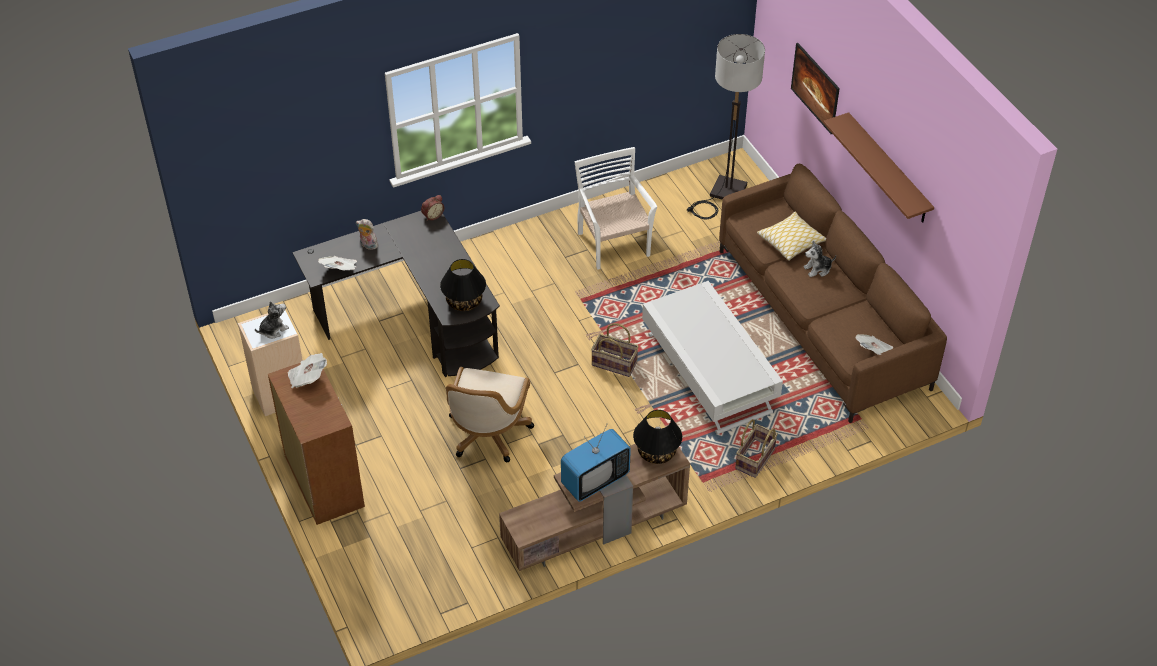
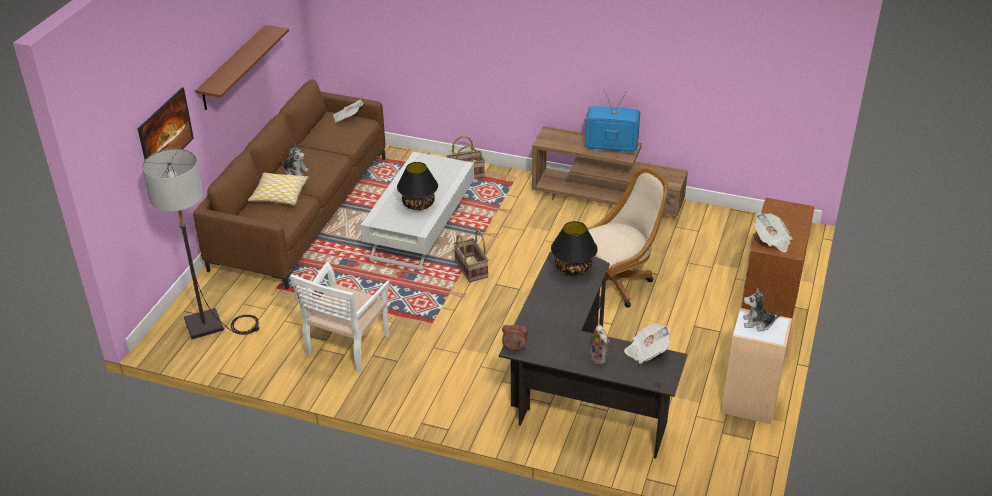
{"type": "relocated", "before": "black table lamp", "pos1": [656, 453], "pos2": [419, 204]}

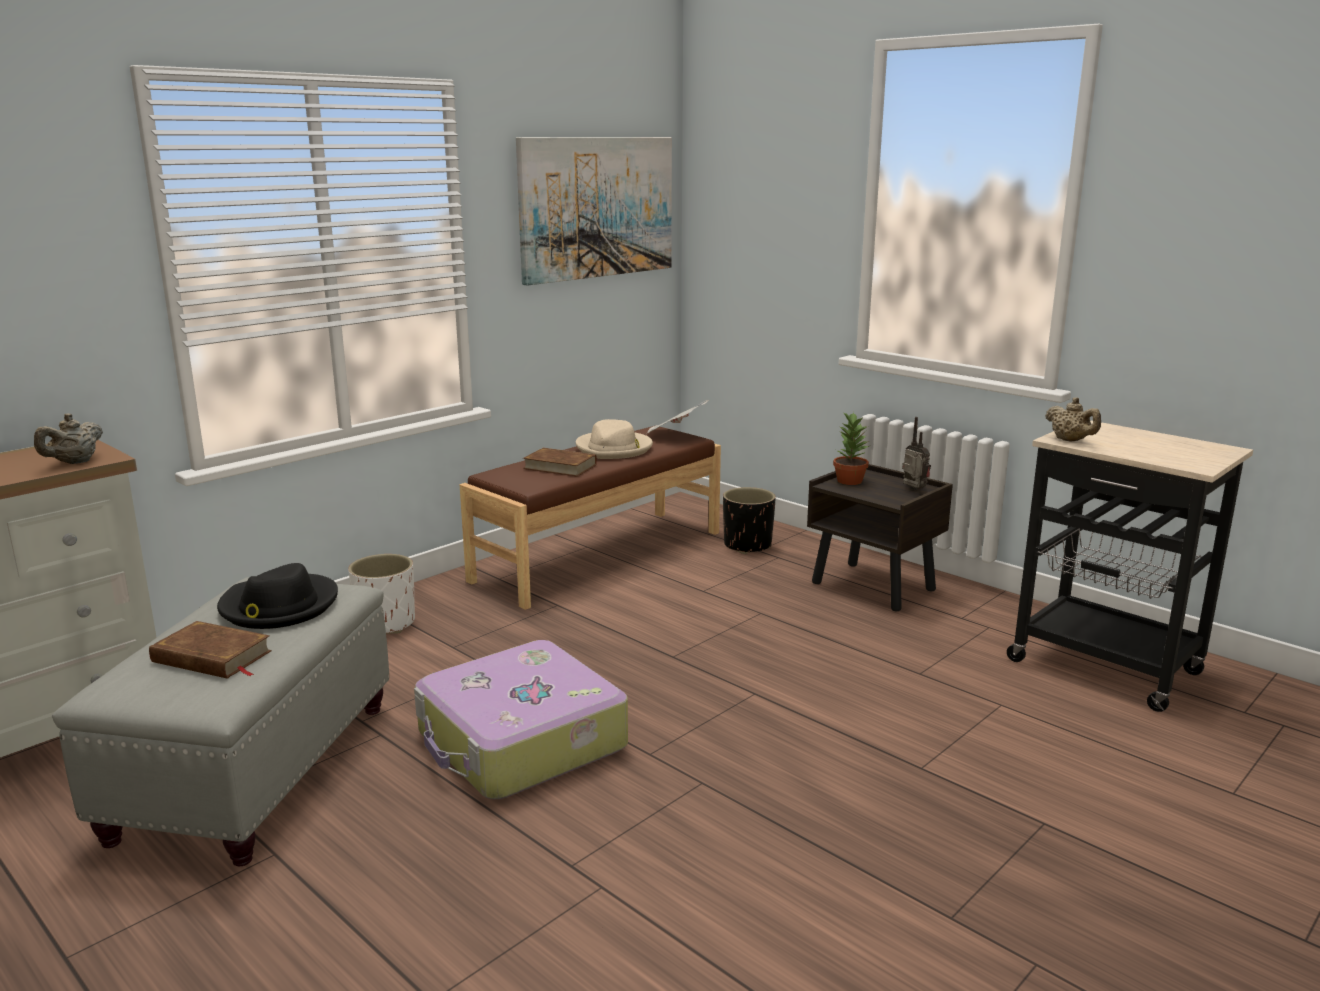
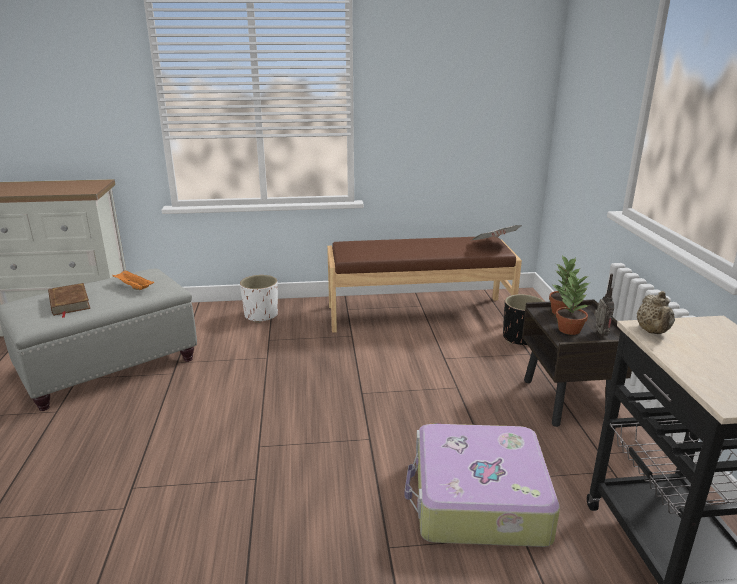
{"type": "exchanged", "before": "black hat", "after": "orange tray", "pos1": [278, 606], "pos2": [133, 287]}
{"type": "relocated", "before": "suitcase", "pos1": [520, 742], "pos2": [477, 500]}
{"type": "appeared", "after": "potted plant", "pos2": [568, 329]}
{"type": "missing", "before": "beige teapot", "pos1": [74, 462]}
{"type": "missing", "before": "picture", "pos1": [597, 207]}
{"type": "missing", "before": "brown book", "pos1": [560, 466]}
{"type": "missing", "before": "beige hat", "pos1": [614, 449]}

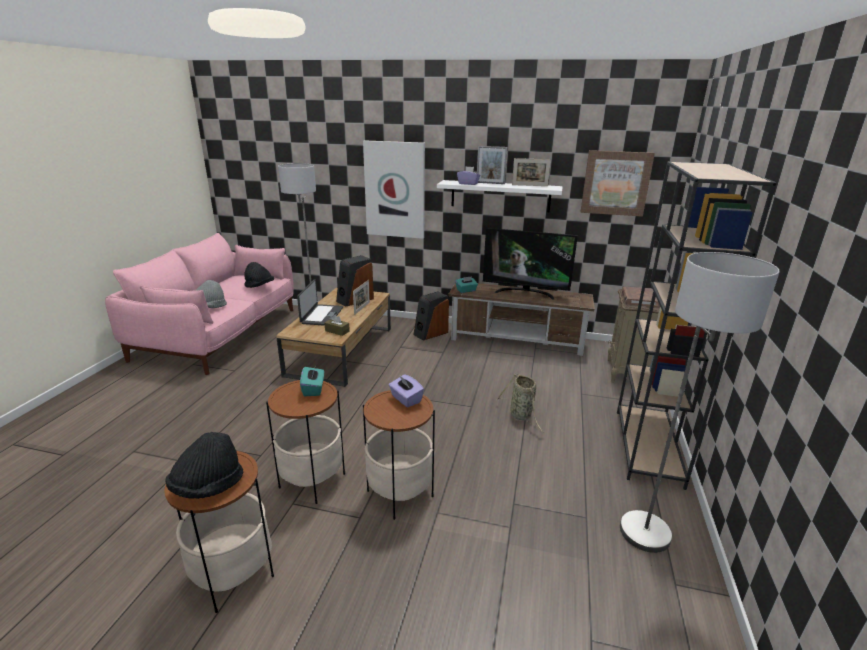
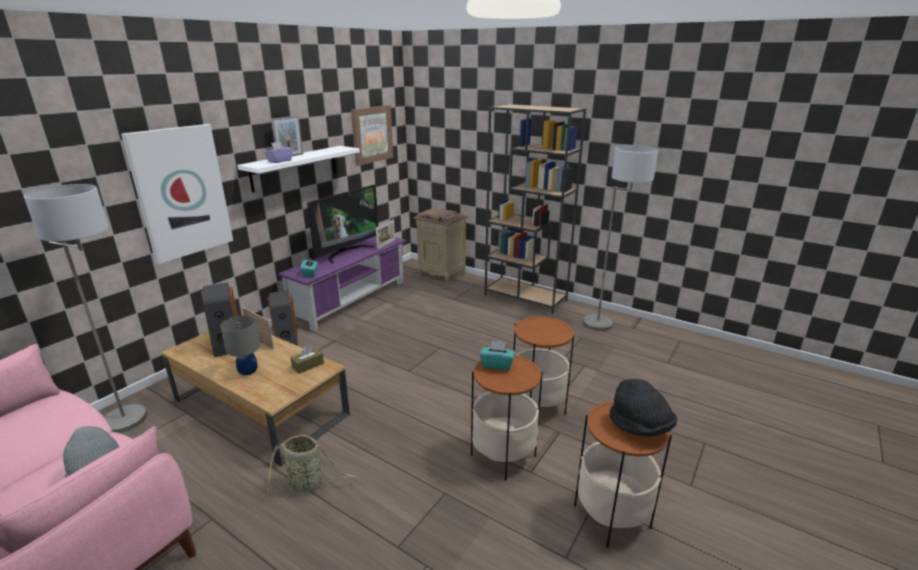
{"type": "exchanged", "before": "laptop", "after": "grey table lamp", "pos1": [321, 315], "pos2": [247, 372]}
{"type": "relocated", "before": "basket", "pos1": [521, 416], "pos2": [308, 484]}
{"type": "colour", "before": "brown tv stand", "after": "purple tv stand", "pos1": [516, 340], "pos2": [351, 301]}
{"type": "relocated", "before": "picture frame", "pos1": [529, 185], "pos2": [386, 244]}
{"type": "missing", "before": "black hat", "pos1": [259, 287]}
{"type": "missing", "before": "purple tissue box", "pos1": [406, 399]}

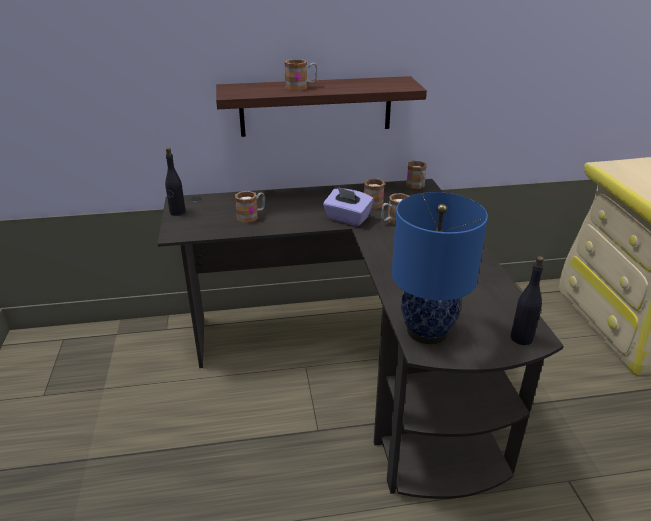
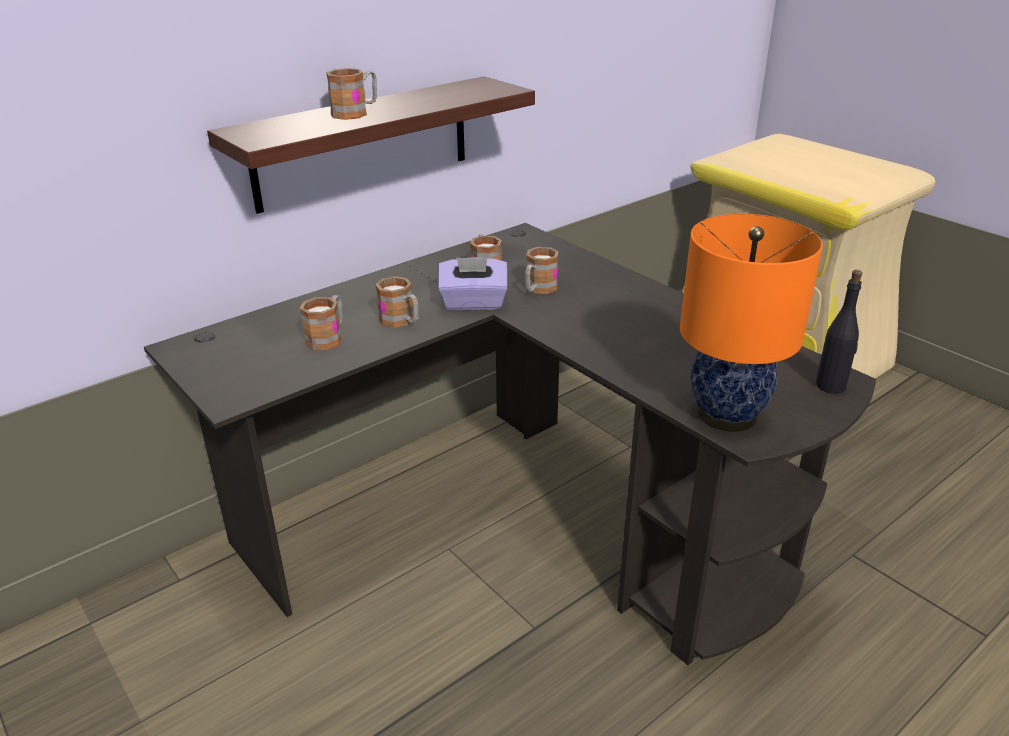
{"type": "relocated", "before": "mug", "pos1": [417, 186], "pos2": [401, 322]}
{"type": "colour", "before": "blue table lamp", "after": "orange table lamp", "pos1": [427, 331], "pos2": [727, 414]}
{"type": "missing", "before": "black bottle", "pos1": [177, 212]}

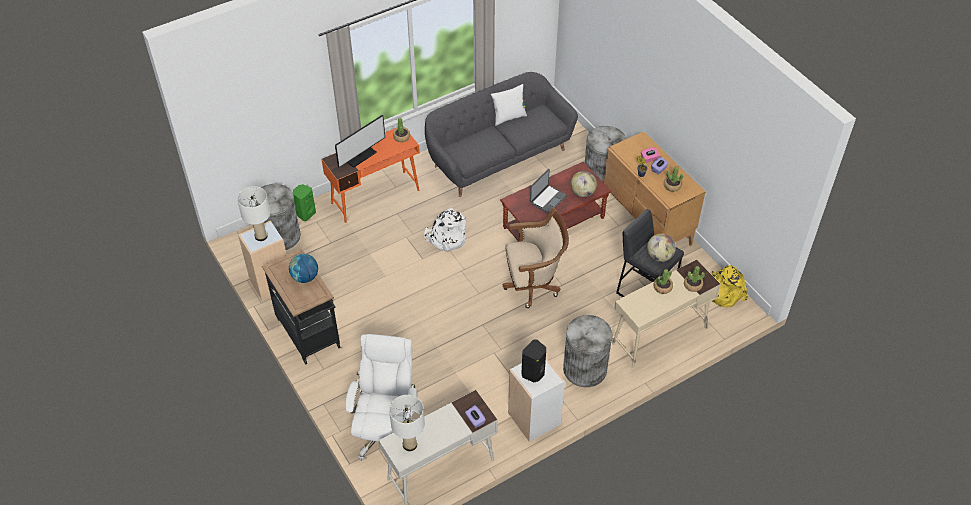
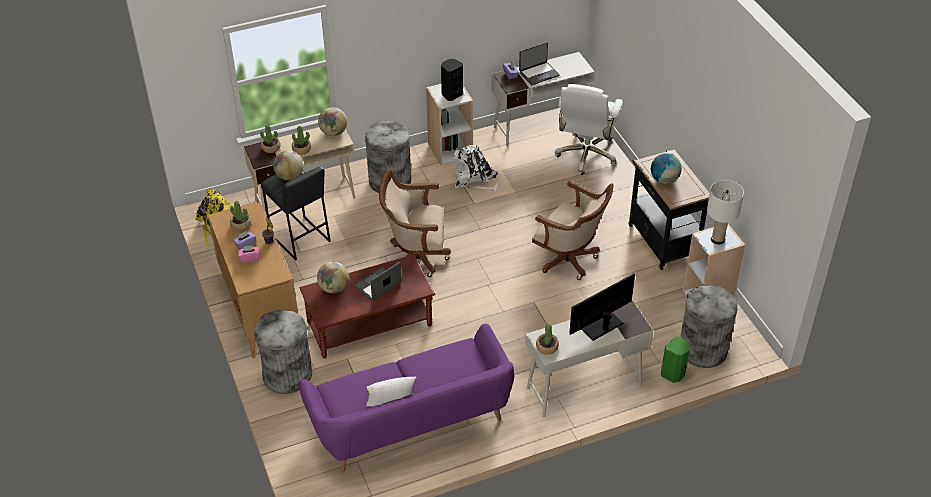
{"type": "colour", "before": "grey sofa", "after": "purple sofa", "pos1": [499, 157], "pos2": [411, 422]}
{"type": "appeared", "after": "globe", "pos2": [333, 132]}
{"type": "relocated", "before": "white backpack", "pos1": [446, 238], "pos2": [474, 179]}
{"type": "appeared", "after": "laptop", "pos2": [538, 73]}
{"type": "colour", "before": "orange desk", "after": "white desk", "pos1": [375, 196], "pos2": [583, 386]}
{"type": "appeared", "after": "office chair", "pos2": [569, 261]}
{"type": "missing", "before": "white table lamp", "pos1": [410, 444]}

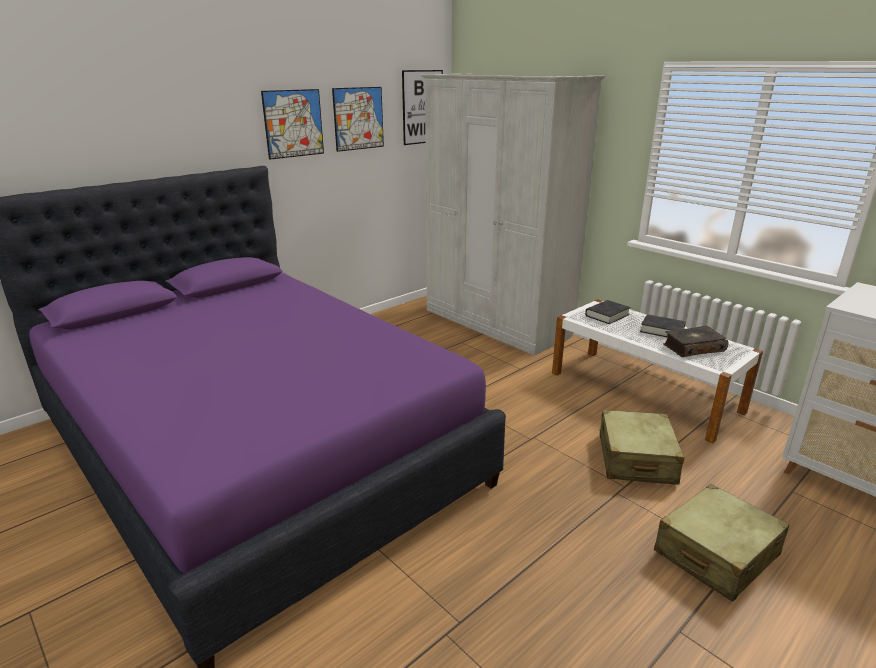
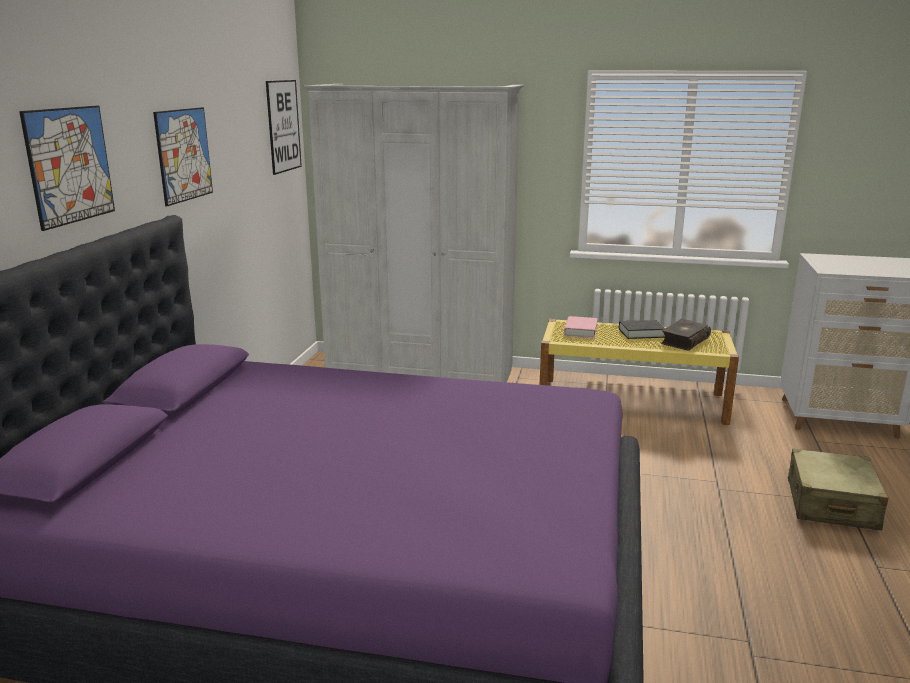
{"type": "relocated", "before": "picture", "pos1": [358, 118], "pos2": [70, 165]}
{"type": "colour", "before": "white bench", "after": "yellow bench", "pos1": [644, 391], "pos2": [632, 400]}
{"type": "colour", "before": "black book", "after": "pink book", "pos1": [607, 315], "pos2": [580, 331]}
{"type": "missing", "before": "beige suitcase", "pos1": [636, 459]}

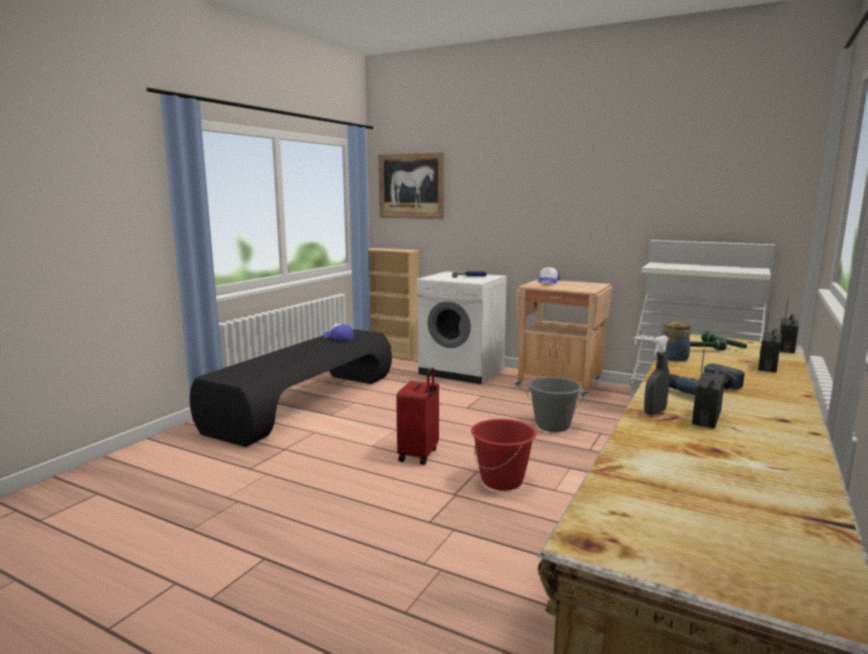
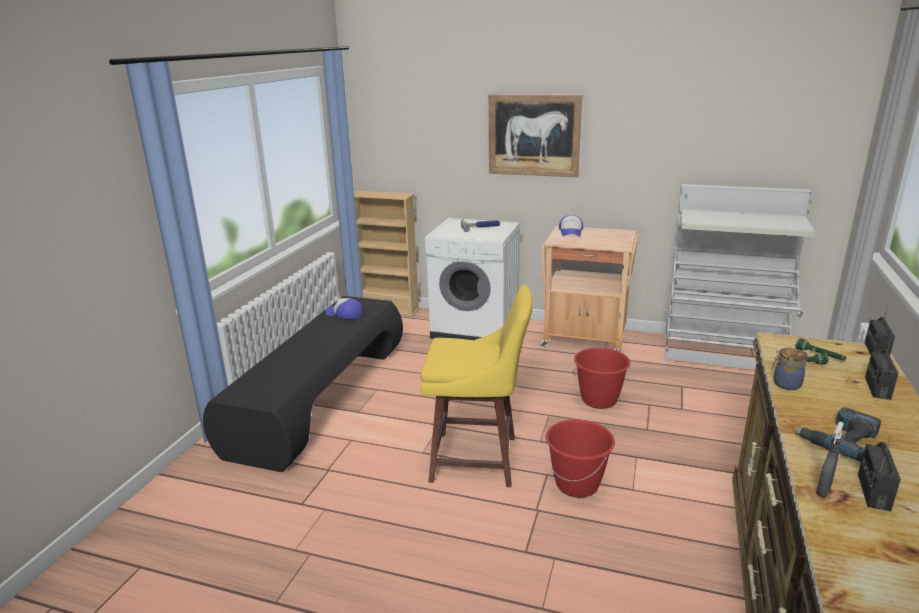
{"type": "exchanged", "before": "red suitcase", "after": "yellow stool", "pos1": [419, 455], "pos2": [479, 459]}
{"type": "relocated", "before": "picture", "pos1": [411, 186], "pos2": [534, 135]}
{"type": "colour", "before": "grey bucket", "after": "red bucket", "pos1": [552, 426], "pos2": [599, 400]}

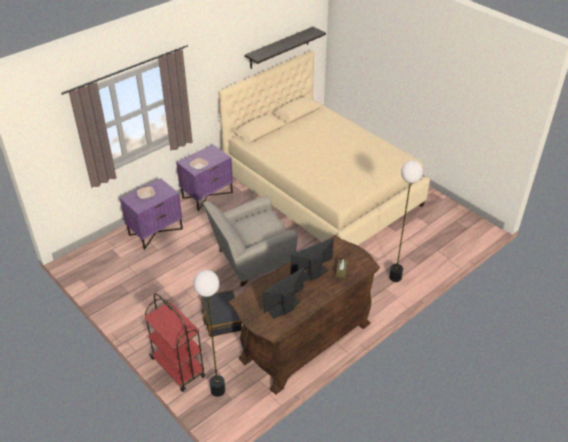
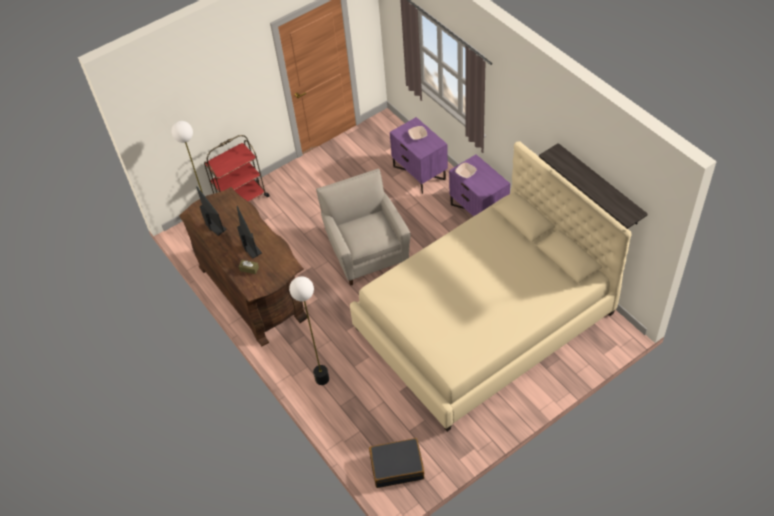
{"type": "relocated", "before": "black suitcase", "pos1": [221, 318], "pos2": [397, 466]}

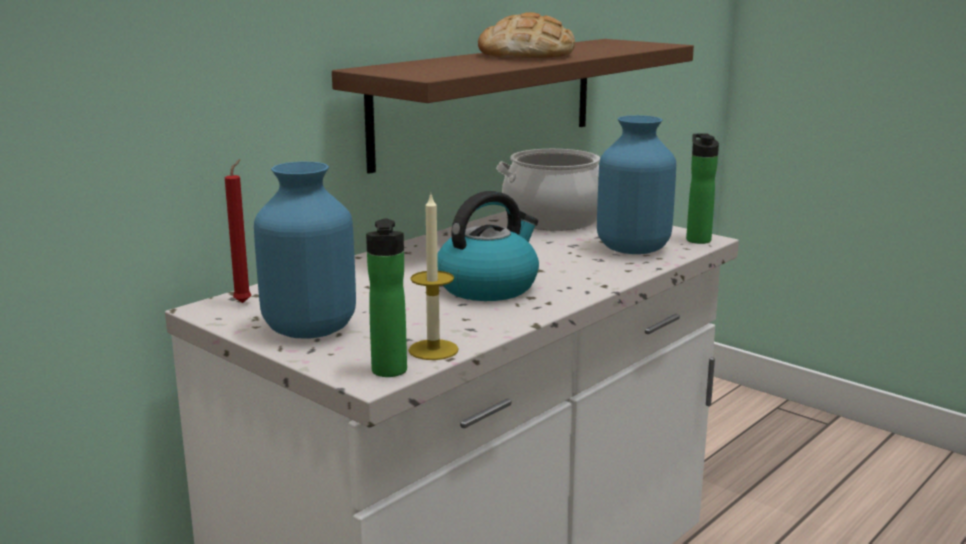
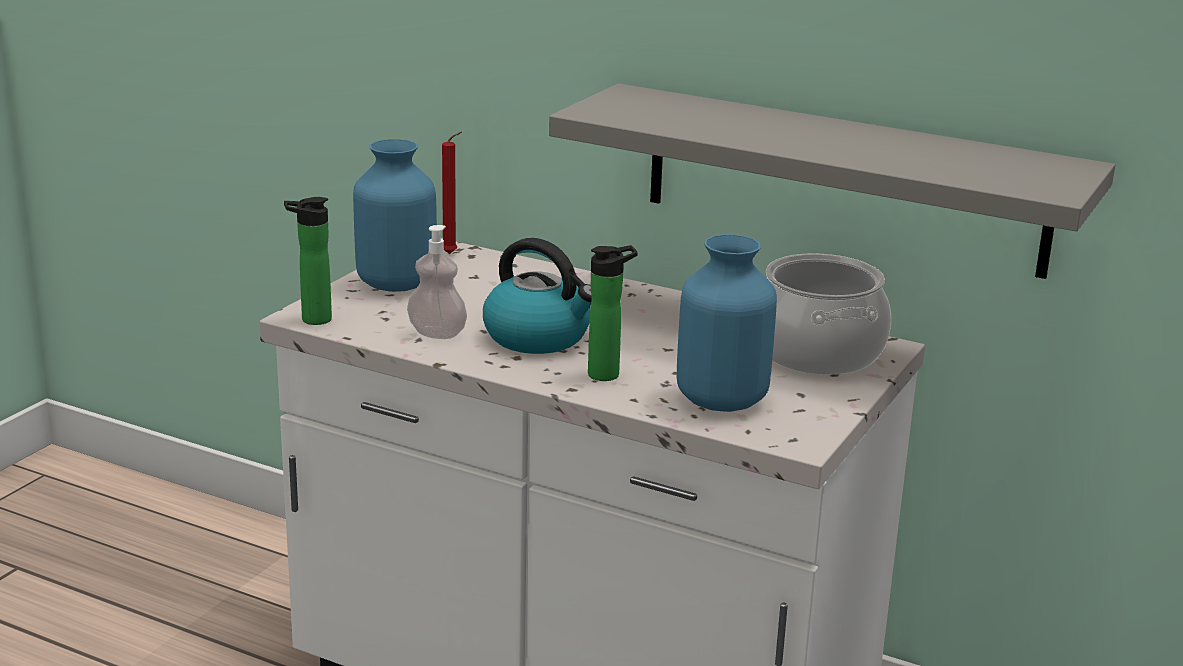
{"type": "appeared", "after": "soap dispenser", "pos2": [437, 333]}
{"type": "colour", "before": "brown shelf", "after": "grey shelf", "pos1": [487, 100], "pos2": [844, 179]}
{"type": "relocated", "before": "bottle", "pos1": [697, 239], "pos2": [608, 374]}
{"type": "missing", "before": "candle", "pos1": [433, 350]}
{"type": "missing", "before": "bread", "pos1": [526, 55]}

